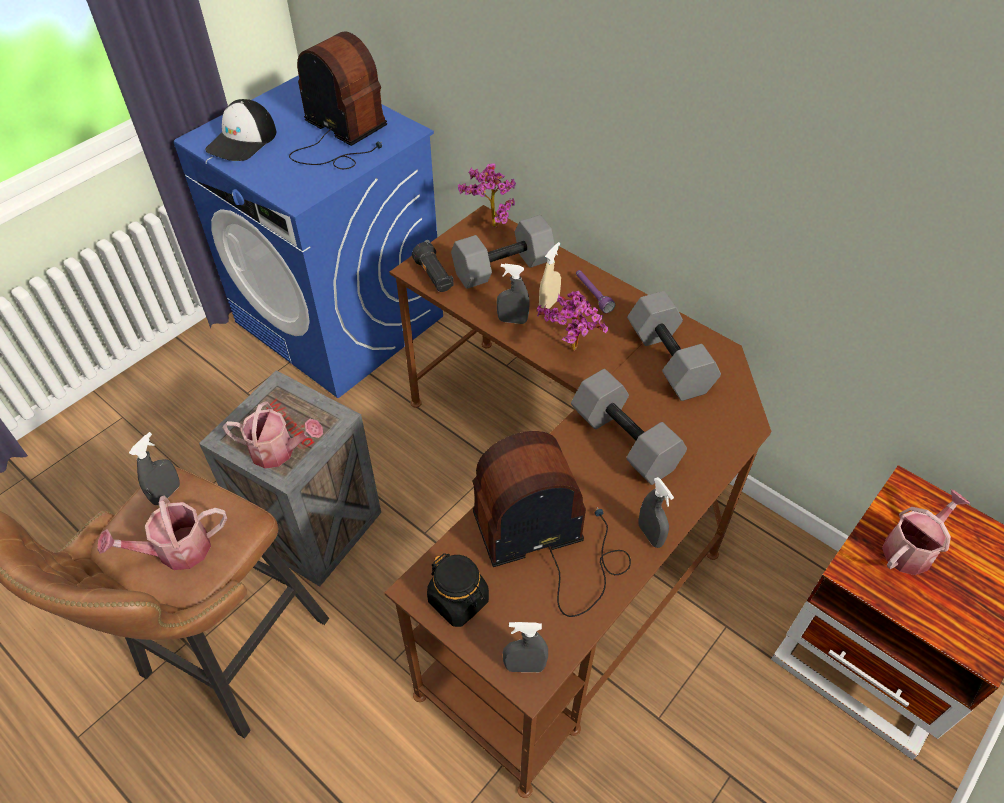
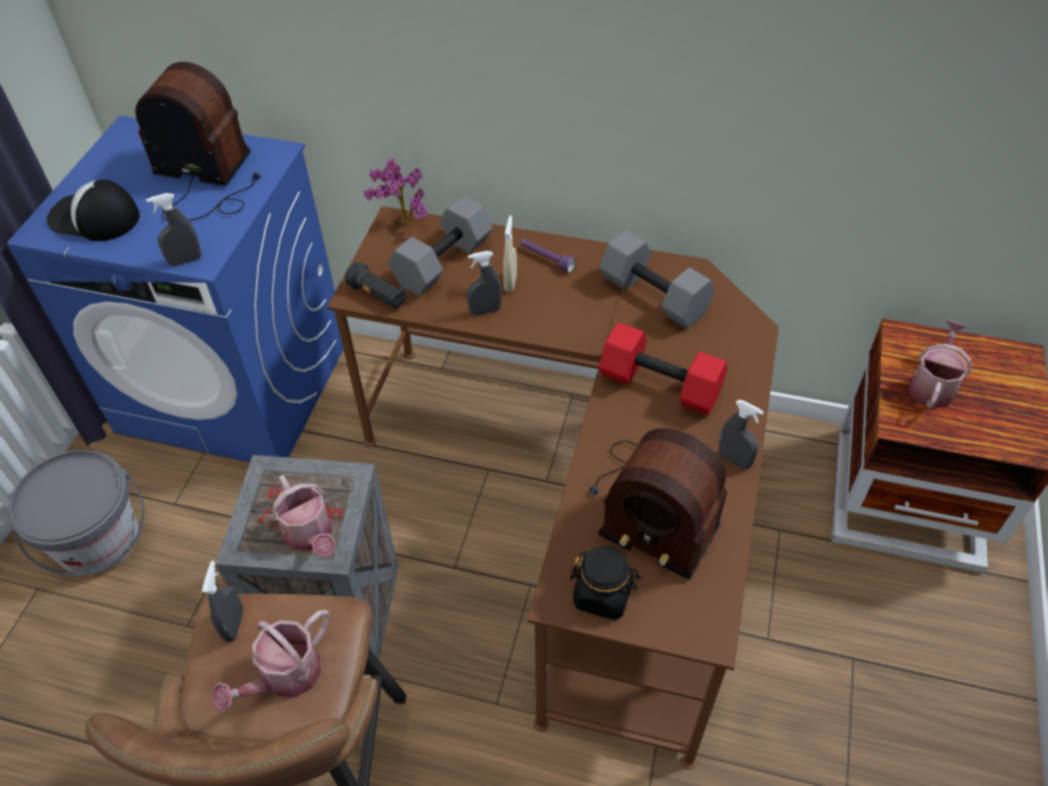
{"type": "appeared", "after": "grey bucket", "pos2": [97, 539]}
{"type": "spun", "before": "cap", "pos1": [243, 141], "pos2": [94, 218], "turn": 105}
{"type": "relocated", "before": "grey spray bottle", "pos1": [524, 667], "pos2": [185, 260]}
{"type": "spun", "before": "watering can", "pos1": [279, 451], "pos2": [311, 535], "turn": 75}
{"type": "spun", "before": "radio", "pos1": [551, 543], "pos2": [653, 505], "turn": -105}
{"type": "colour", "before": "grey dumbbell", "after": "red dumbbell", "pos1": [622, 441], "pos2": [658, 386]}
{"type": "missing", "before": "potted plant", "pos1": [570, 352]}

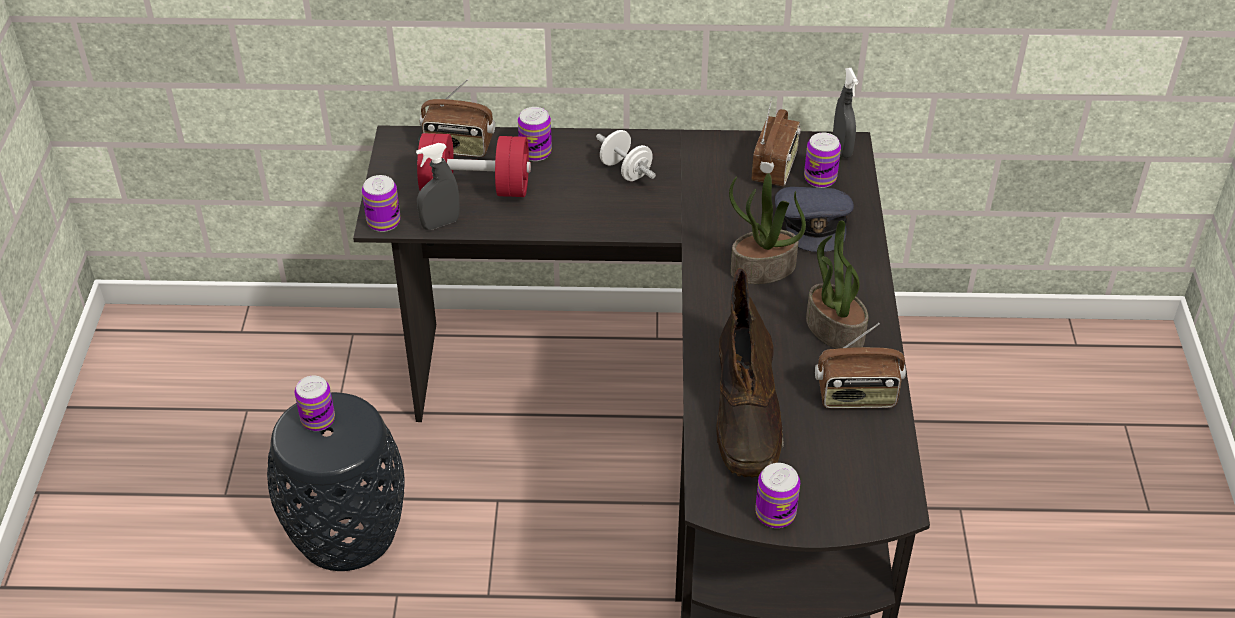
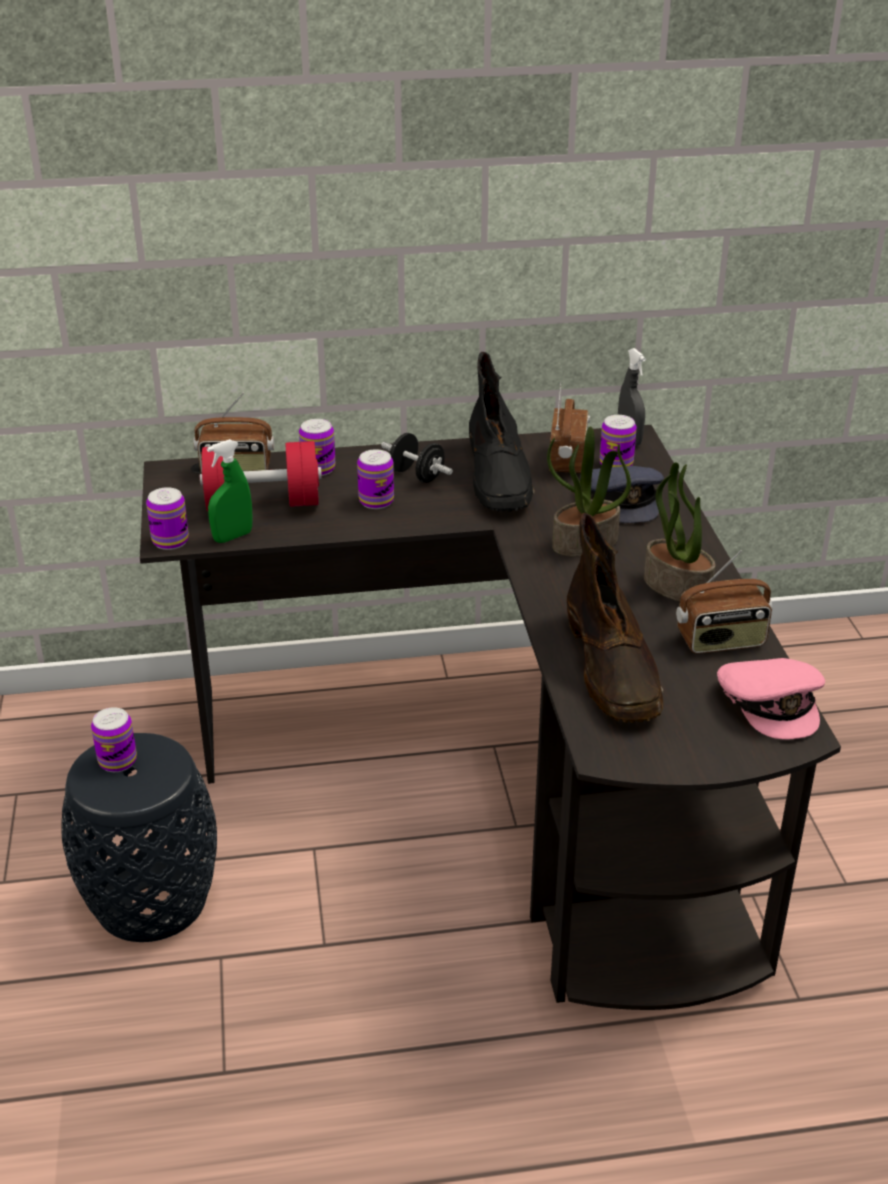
{"type": "colour", "before": "grey spray bottle", "after": "green spray bottle", "pos1": [440, 223], "pos2": [233, 537]}
{"type": "relocated", "before": "can", "pos1": [775, 514], "pos2": [376, 501]}
{"type": "colour", "before": "white dumbbell", "after": "black dumbbell", "pos1": [626, 170], "pos2": [417, 475]}
{"type": "appeared", "after": "black boot", "pos2": [499, 478]}
{"type": "appeared", "after": "pink cap", "pos2": [770, 703]}

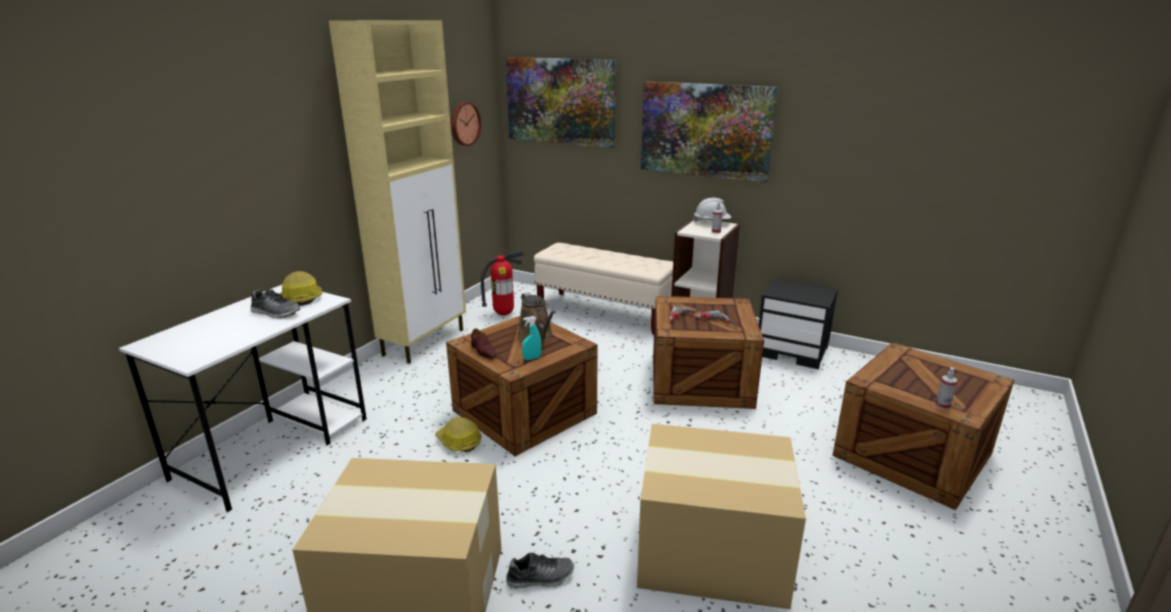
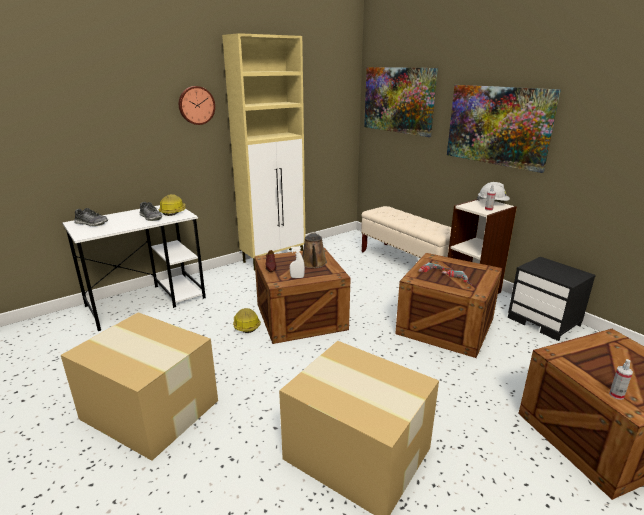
{"type": "relocated", "before": "shoe", "pos1": [540, 578], "pos2": [91, 223]}
{"type": "relocated", "before": "wall clock", "pos1": [464, 123], "pos2": [196, 105]}
{"type": "colour", "before": "turquoise spray bottle", "after": "white spray bottle", "pos1": [532, 358], "pos2": [297, 277]}
{"type": "missing", "before": "fire extinguisher", "pos1": [504, 314]}

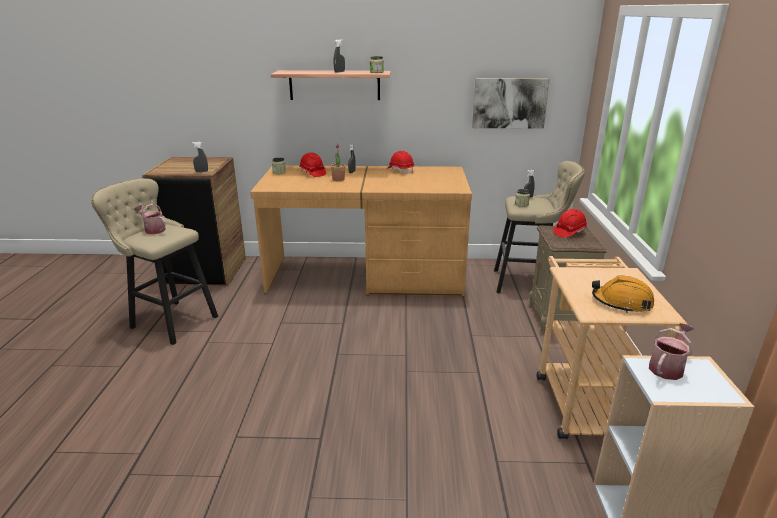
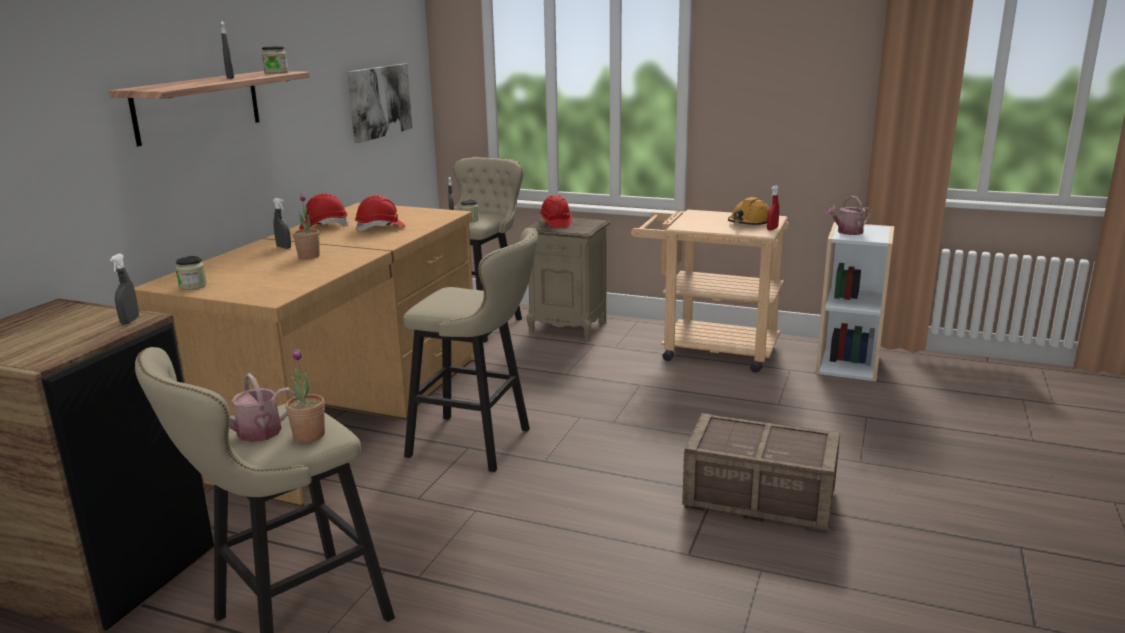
{"type": "appeared", "after": "potted plant", "pos2": [309, 435]}
{"type": "relocated", "before": "red hard hat", "pos1": [312, 173], "pos2": [380, 228]}
{"type": "appeared", "after": "beige stool", "pos2": [482, 445]}
{"type": "appeared", "after": "crate", "pos2": [760, 498]}
{"type": "appeared", "after": "red spray bottle", "pos2": [772, 229]}
{"type": "spun", "before": "watering can", "pos1": [667, 367], "pos2": [847, 232], "turn": -90}

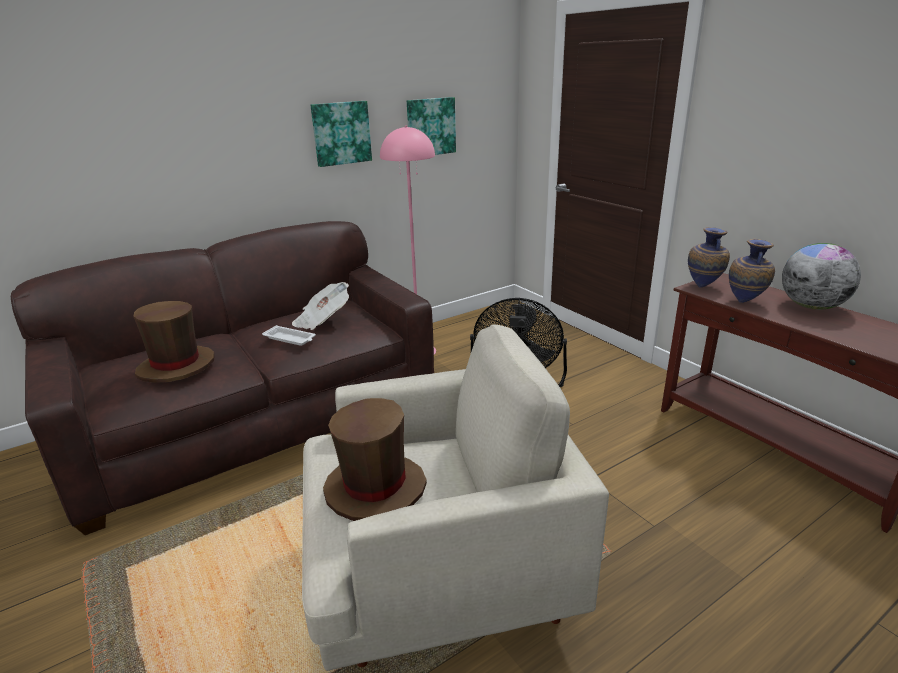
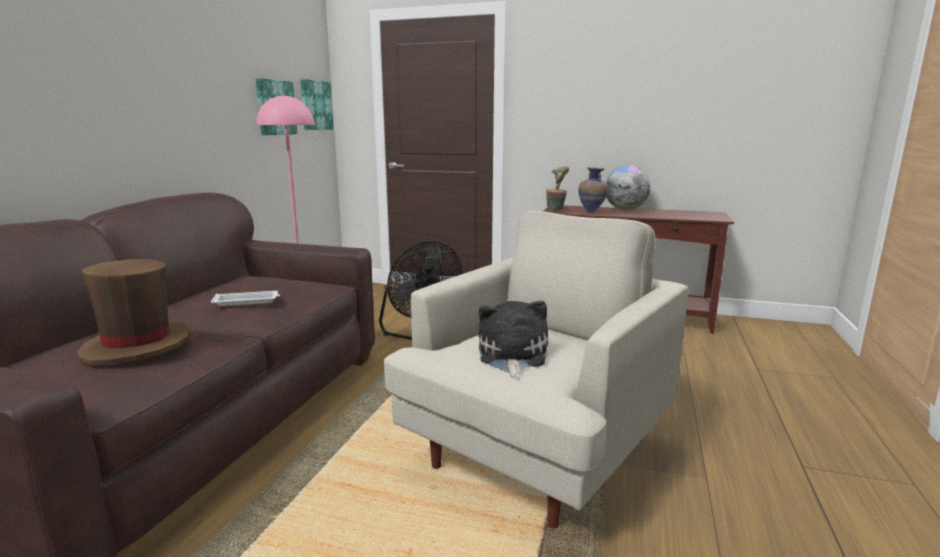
{"type": "relocated", "before": "picture", "pos1": [341, 133], "pos2": [315, 105]}
{"type": "exchanged", "before": "brown hat", "after": "plush toy", "pos1": [375, 488], "pos2": [511, 356]}
{"type": "exchanged", "before": "vase", "after": "potted plant", "pos1": [704, 287], "pos2": [556, 210]}
{"type": "missing", "before": "newspaper", "pos1": [322, 321]}

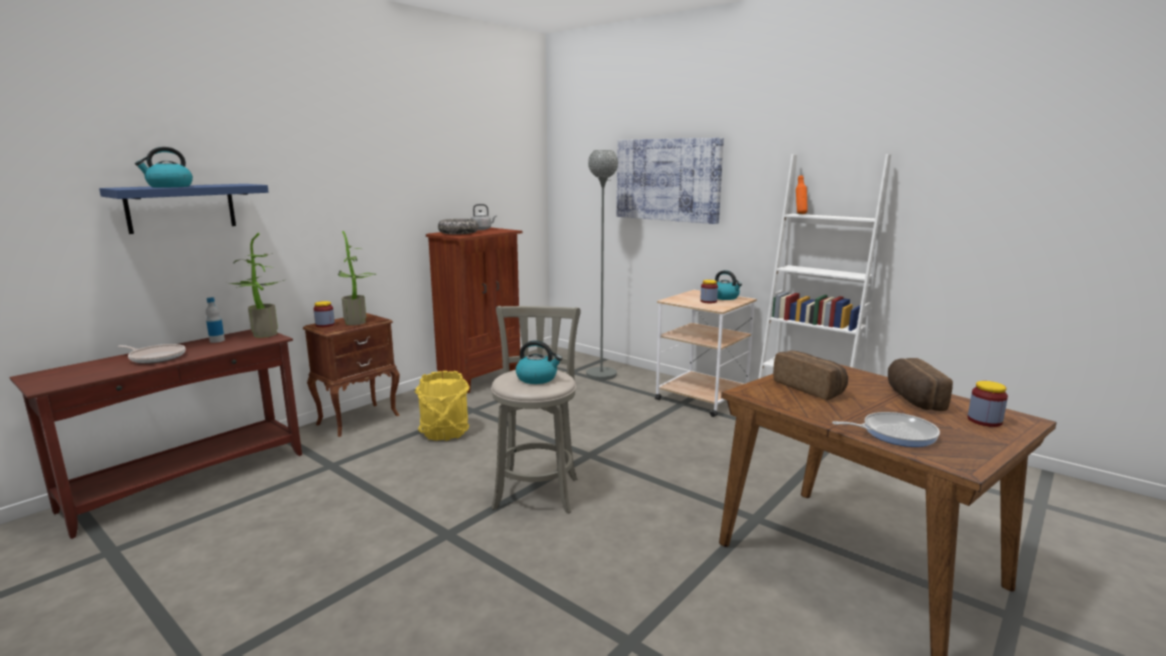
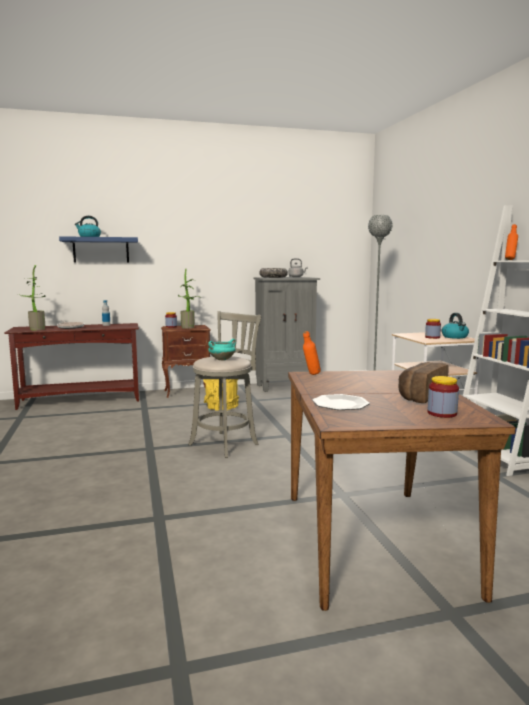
{"type": "relocated", "before": "potted plant", "pos1": [262, 335], "pos2": [35, 329]}
{"type": "exchanged", "before": "kettle", "after": "turquoise cooking pot", "pos1": [537, 378], "pos2": [222, 359]}
{"type": "colour", "before": "brown cabinet", "after": "grey cabinet", "pos1": [480, 380], "pos2": [284, 387]}
{"type": "appeared", "after": "orange bottle", "pos2": [311, 375]}
{"type": "exchanged", "before": "frying pan", "after": "plate", "pos1": [894, 433], "pos2": [340, 404]}
{"type": "missing", "before": "picture", "pos1": [668, 180]}
{"type": "missing", "before": "bread", "pos1": [810, 388]}

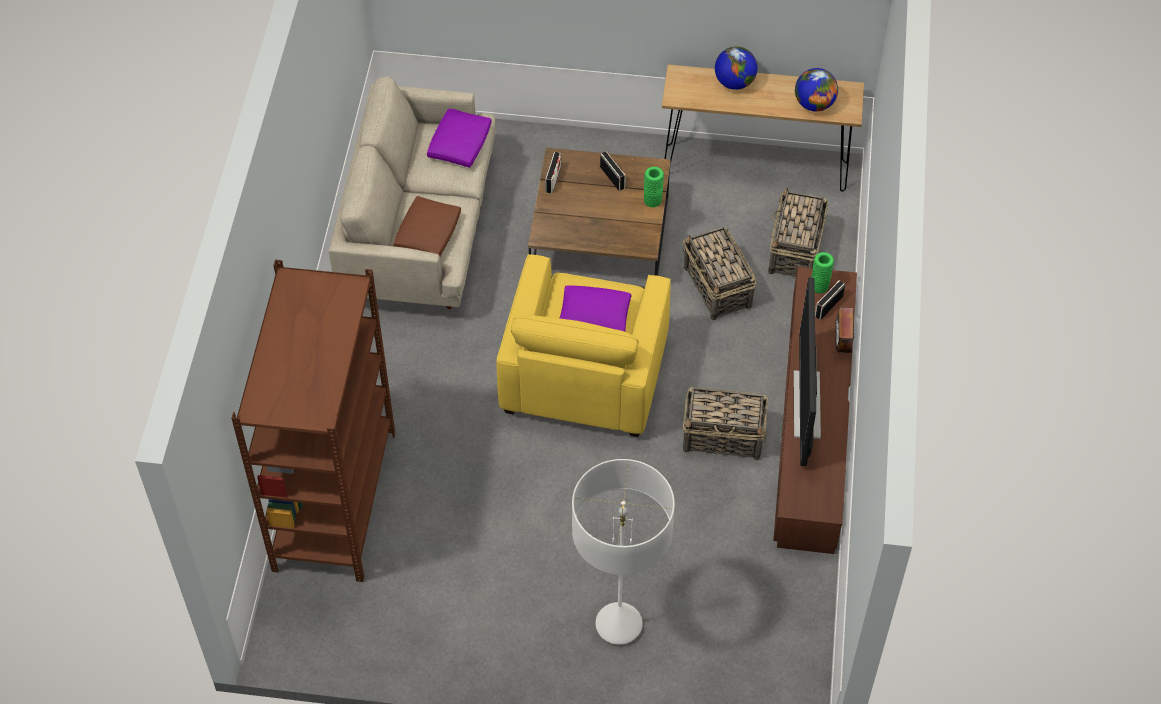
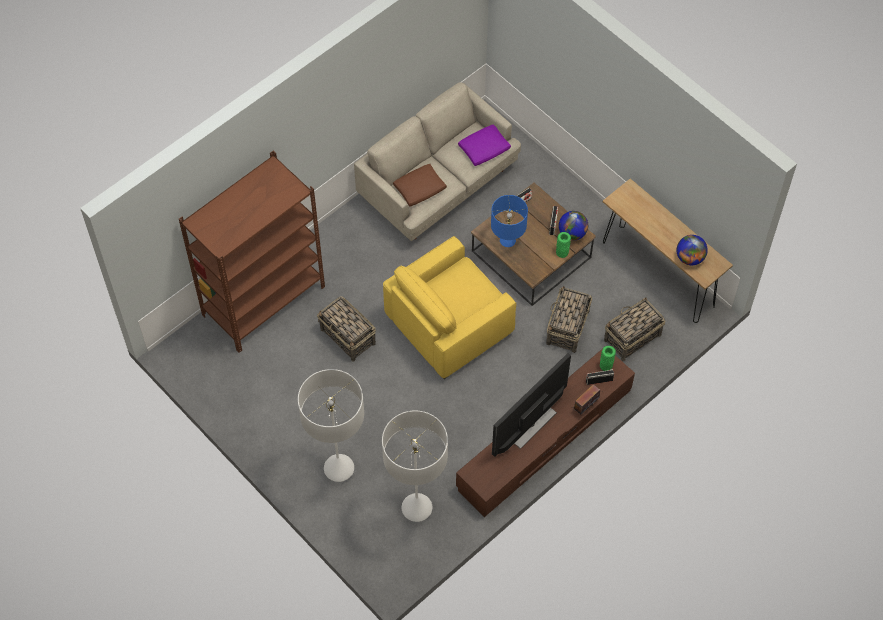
{"type": "relocated", "before": "basket", "pos1": [724, 437], "pos2": [348, 337]}
{"type": "appeared", "after": "white floor lamp", "pos2": [417, 509]}
{"type": "appeared", "after": "blue table lamp", "pos2": [507, 241]}
{"type": "relocated", "before": "globe", "pos1": [734, 82], "pos2": [572, 233]}
{"type": "missing", "before": "purple pillow", "pos1": [593, 317]}

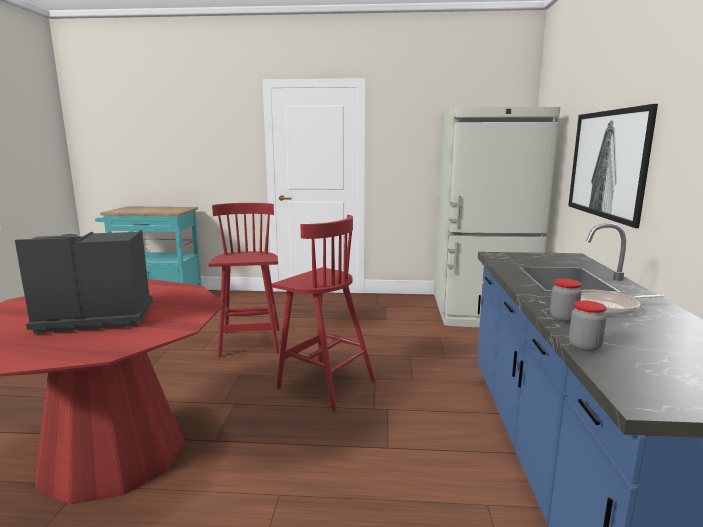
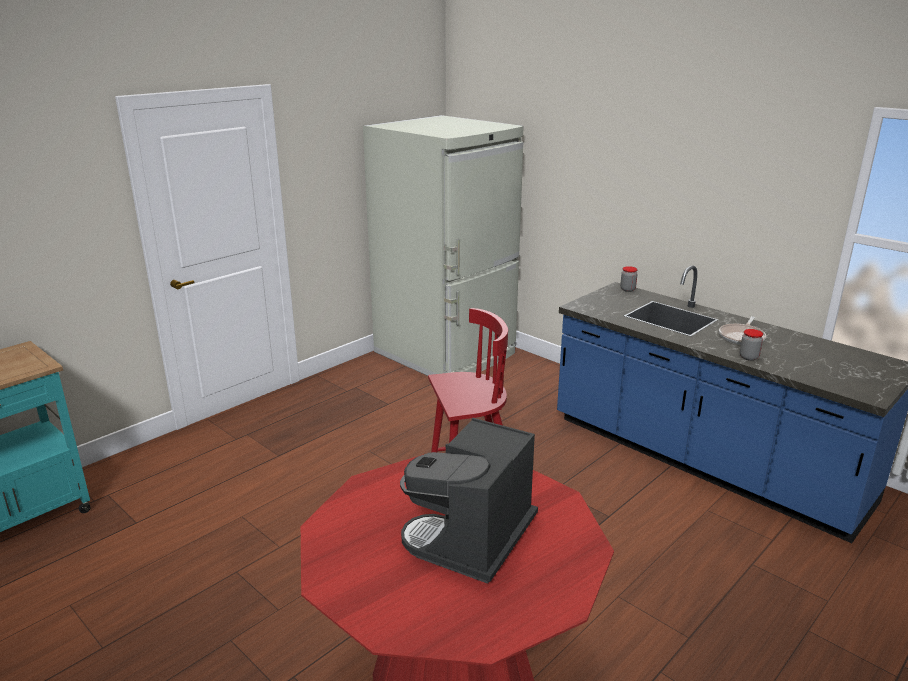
{"type": "relocated", "before": "jar", "pos1": [584, 346], "pos2": [627, 289]}
{"type": "missing", "before": "red stool", "pos1": [250, 343]}
{"type": "missing", "before": "picture", "pos1": [607, 164]}

